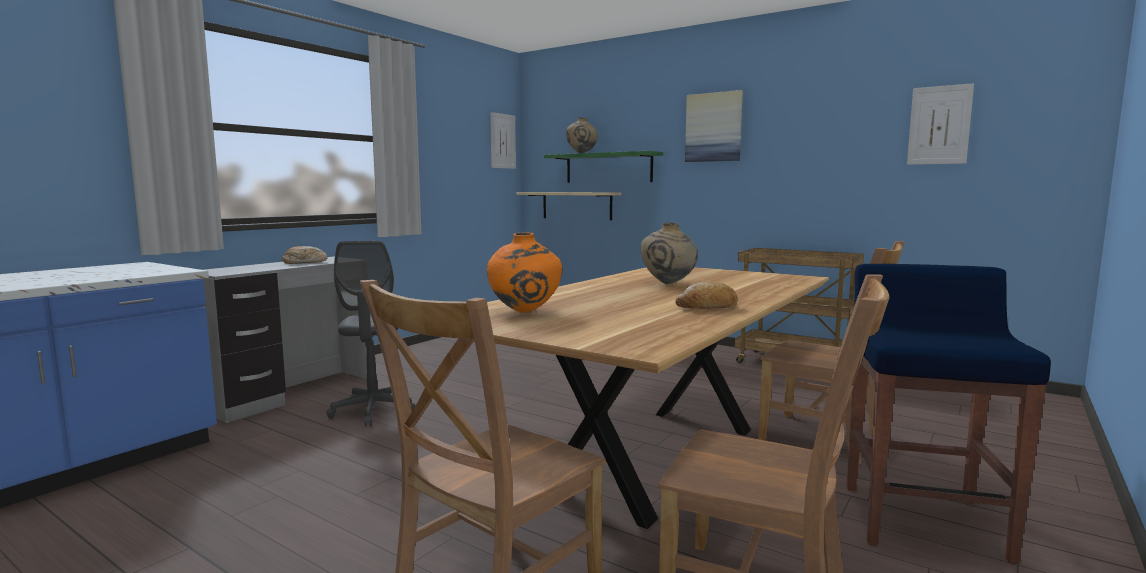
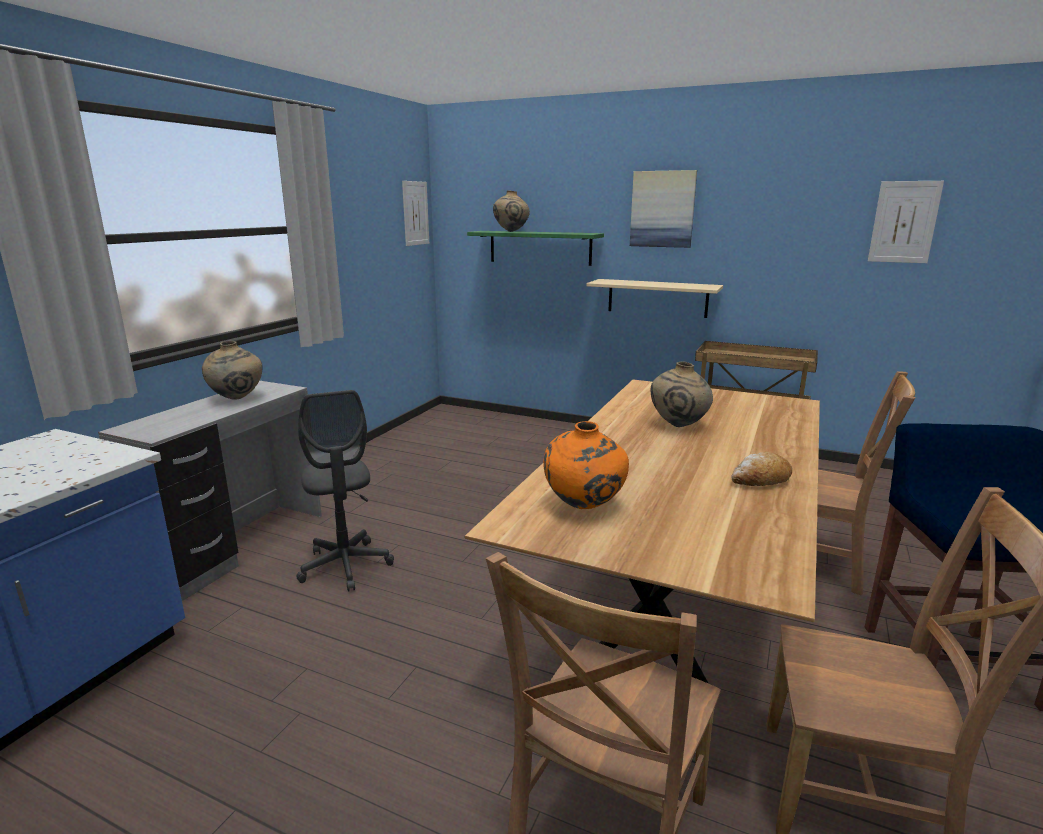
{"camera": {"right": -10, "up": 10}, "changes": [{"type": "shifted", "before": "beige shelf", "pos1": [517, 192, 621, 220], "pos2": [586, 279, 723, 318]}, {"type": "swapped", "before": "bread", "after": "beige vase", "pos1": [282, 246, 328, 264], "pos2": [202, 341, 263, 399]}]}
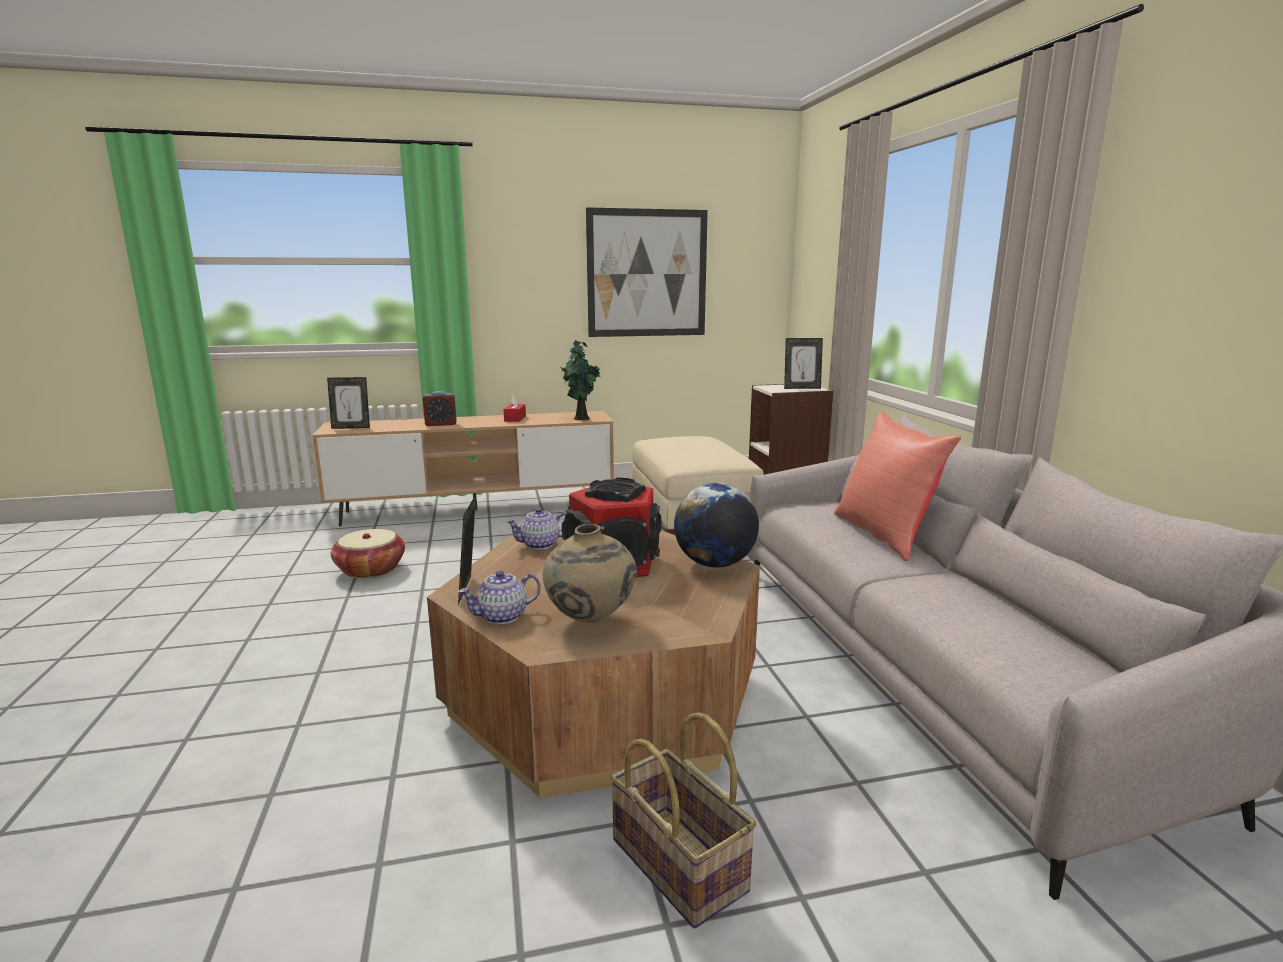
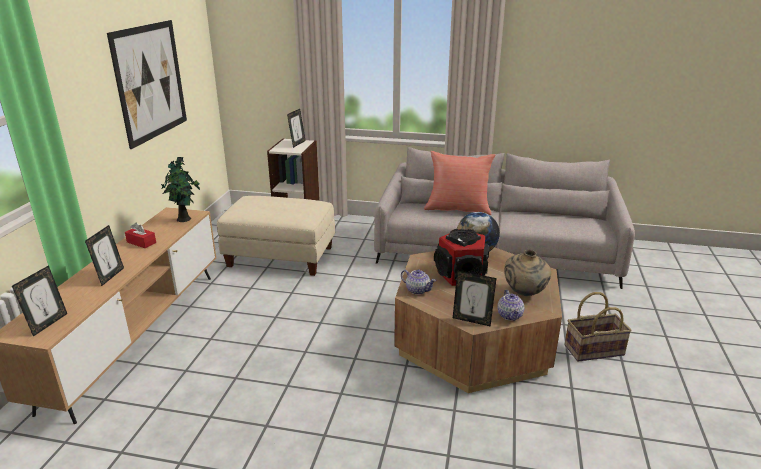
{"camera": {"right": -65, "up": 10}, "changes": [{"type": "swapped", "before": "alarm clock", "after": "picture frame", "pos1": [423, 391, 457, 426], "pos2": [85, 225, 124, 286]}, {"type": "rotated", "before": "teapot", "pos1": [506, 508, 565, 550], "pos2": [401, 269, 436, 295], "turn": -60}, {"type": "gone", "before": "basket", "pos1": [331, 529, 405, 578]}]}
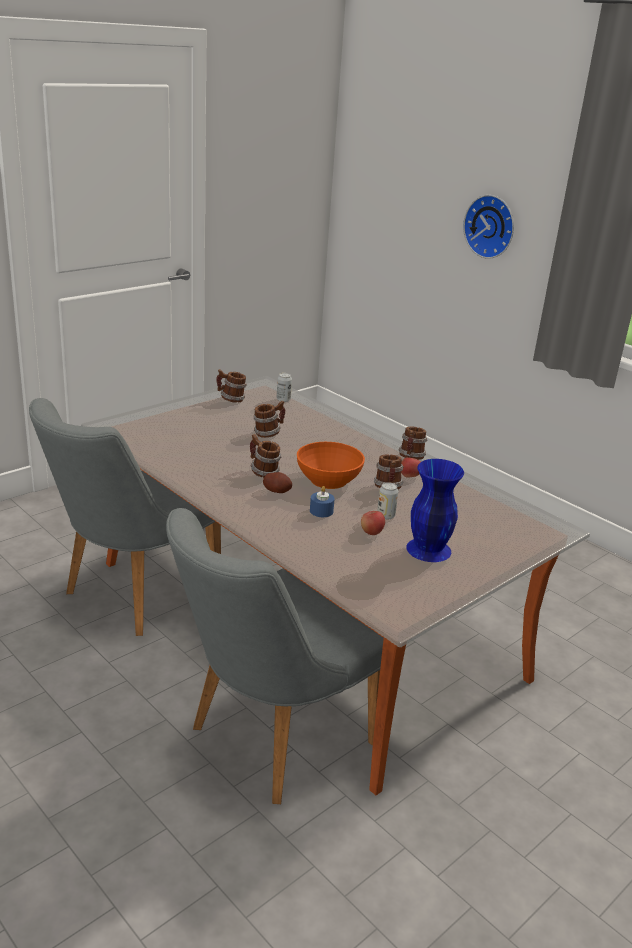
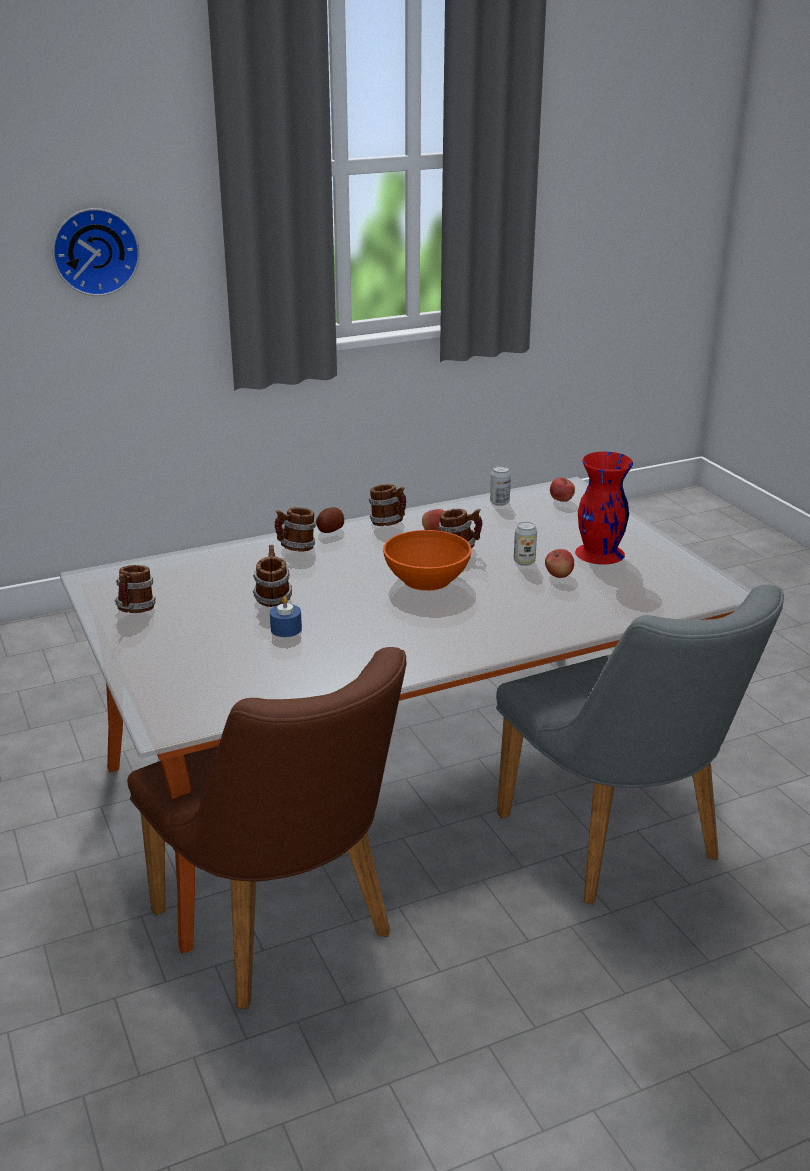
{"camera": {"right": -70, "up": 0}, "changes": [{"type": "shifted", "before": "can", "pos1": [277, 373, 292, 402], "pos2": [490, 466, 511, 506]}, {"type": "repainted", "before": "grey chair", "after": "brown chair", "pos1": [29, 398, 221, 636], "pos2": [127, 647, 406, 1009]}, {"type": "shifted", "before": "mug", "pos1": [250, 434, 281, 478], "pos2": [275, 507, 316, 552]}, {"type": "repainted", "before": "blue vase", "after": "red vase", "pos1": [406, 459, 464, 562], "pos2": [575, 452, 633, 565]}, {"type": "shifted", "before": "potato", "pos1": [263, 472, 292, 493], "pos2": [316, 507, 344, 533]}, {"type": "shifted", "before": "blue candle", "pos1": [310, 486, 335, 517], "pos2": [270, 596, 302, 637]}, {"type": "new", "after": "apple", "pos2": [550, 477, 575, 502]}]}
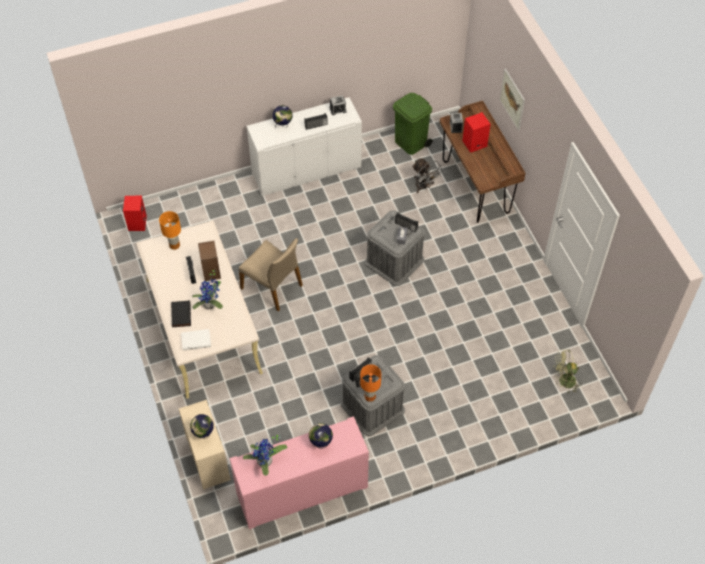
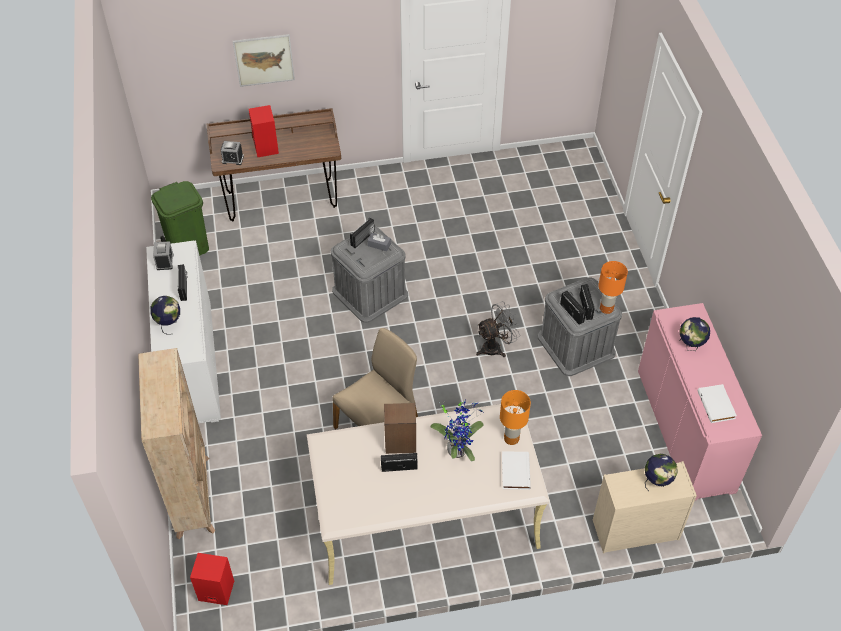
{"camera": {"right": -80, "up": -5}, "changes": [{"type": "shifted", "before": "grey fan", "pos1": [412, 158, 441, 193], "pos2": [476, 301, 520, 357]}, {"type": "shifted", "before": "orange table lamp", "pos1": [159, 211, 181, 250], "pos2": [500, 390, 531, 445]}, {"type": "gone", "before": "black book", "pos1": [171, 300, 191, 327]}, {"type": "gone", "before": "green fan", "pos1": [554, 350, 582, 393]}, {"type": "swapped", "before": "potted plant", "after": "white book", "pos1": [243, 435, 287, 476], "pos2": [697, 384, 737, 423]}, {"type": "new", "after": "beige bookcase", "pos2": [138, 348, 215, 539]}]}
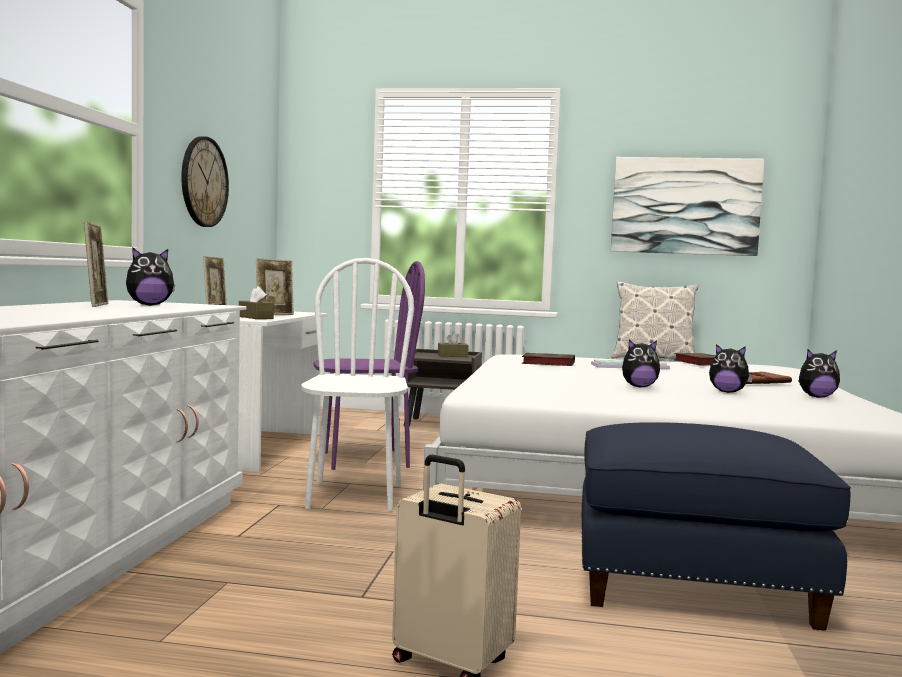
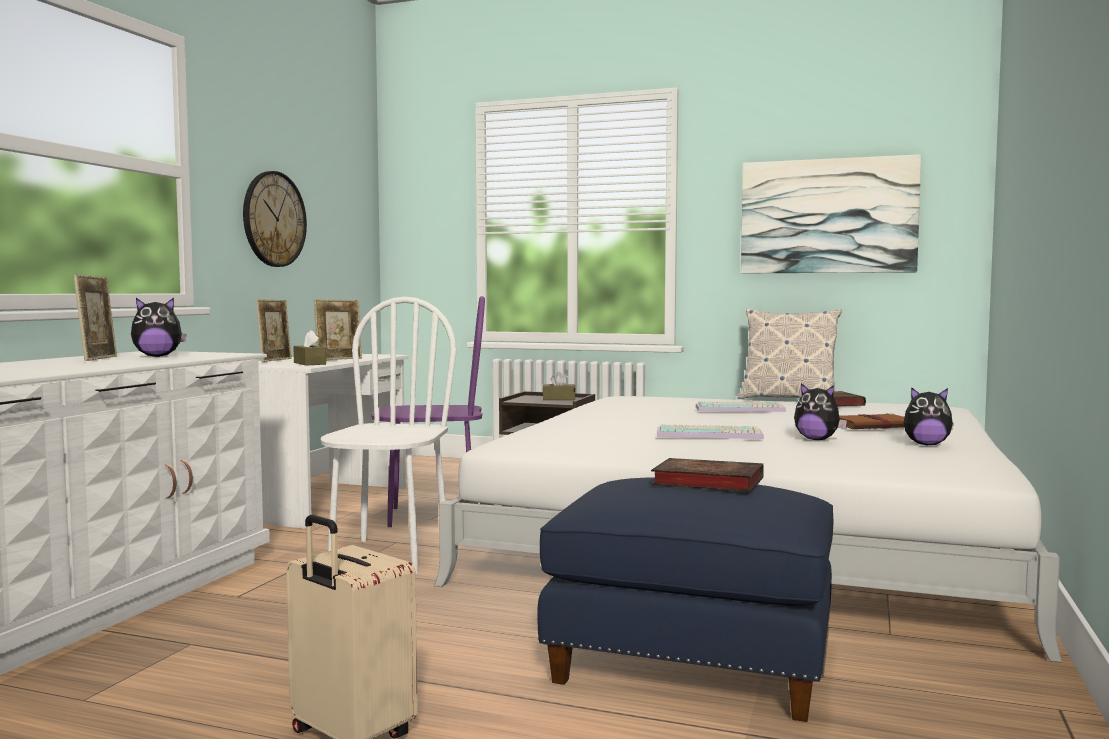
{"camera": {"right": 10, "up": 0}, "changes": [{"type": "swapped", "before": "plush toy", "after": "keyboard", "pos1": [622, 340, 660, 387], "pos2": [657, 424, 764, 439]}, {"type": "shifted", "before": "book", "pos1": [522, 353, 575, 366], "pos2": [651, 458, 764, 492]}]}
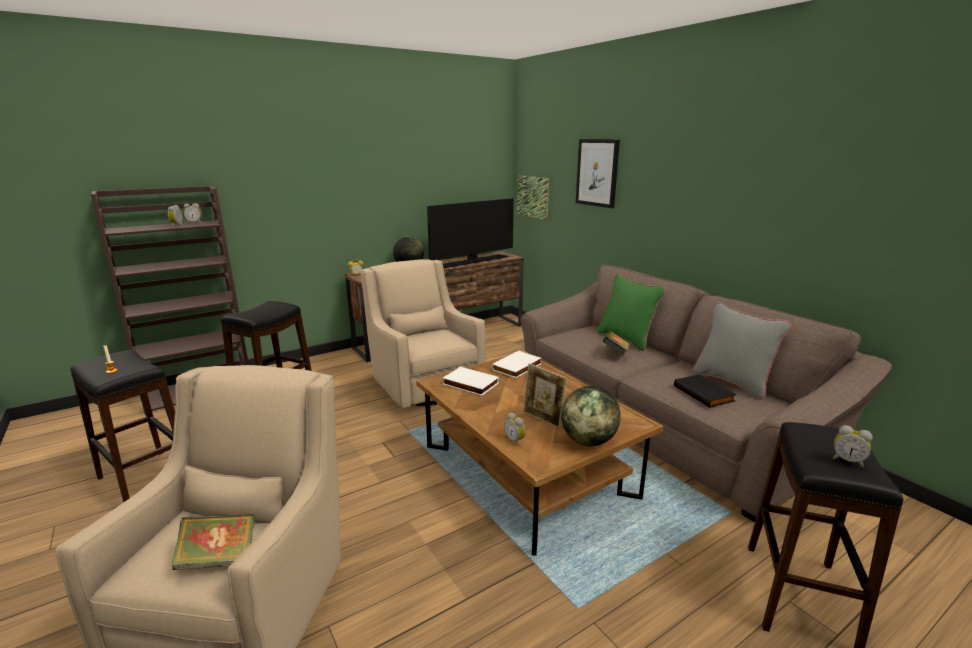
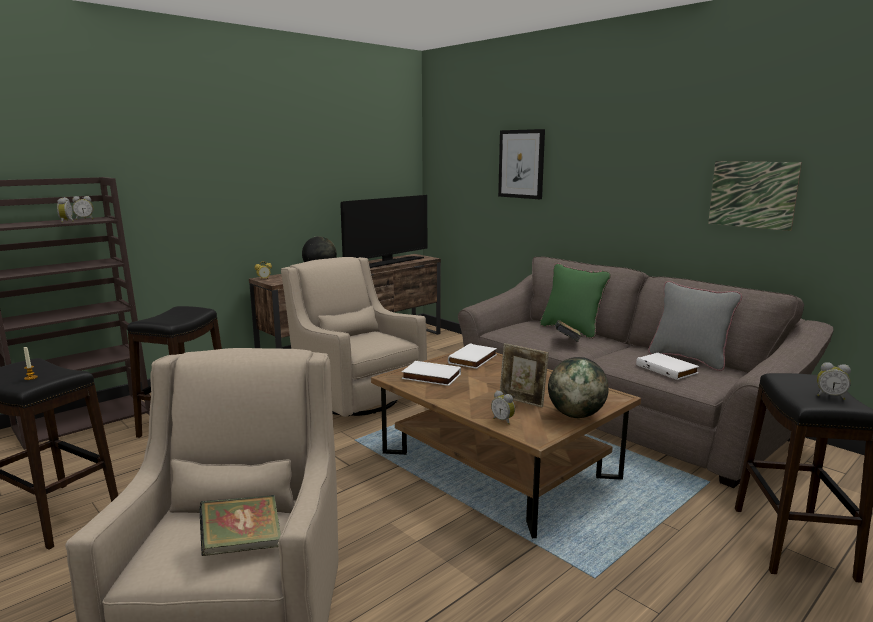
{"camera": {"right": -10, "up": -5}, "changes": [{"type": "shifted", "before": "picture", "pos1": [517, 175, 549, 220], "pos2": [708, 161, 802, 231]}, {"type": "repainted", "before": "black book", "after": "white book", "pos1": [674, 374, 737, 408], "pos2": [636, 353, 700, 380]}]}
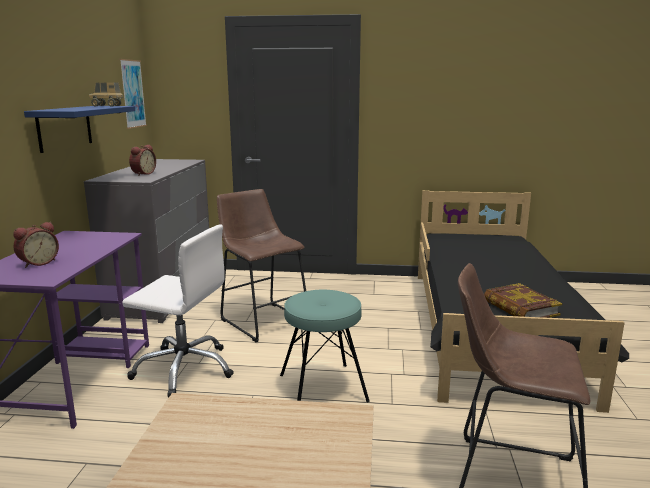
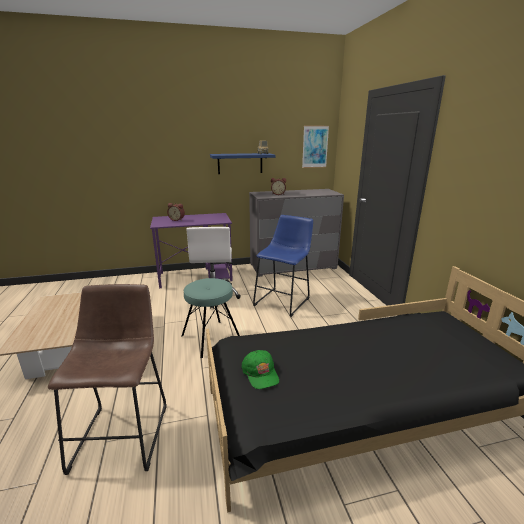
{"camera": {"right": 70, "up": 5}, "changes": [{"type": "repainted", "before": "brown stool", "after": "blue stool", "pos1": [217, 189, 306, 342], "pos2": [253, 215, 313, 317]}, {"type": "swapped", "before": "book", "after": "green cap", "pos1": [484, 283, 563, 318], "pos2": [241, 350, 279, 389]}]}
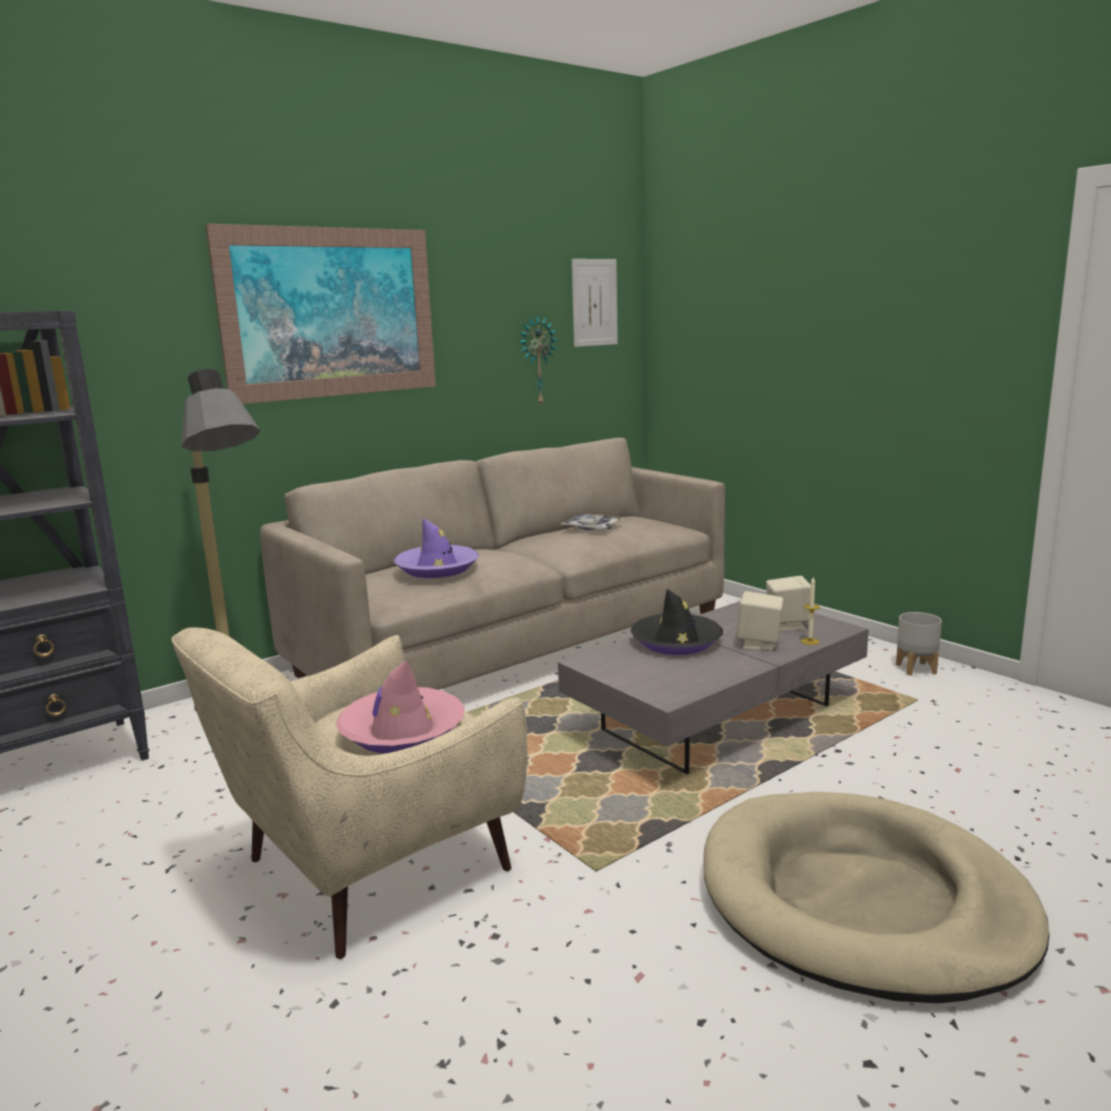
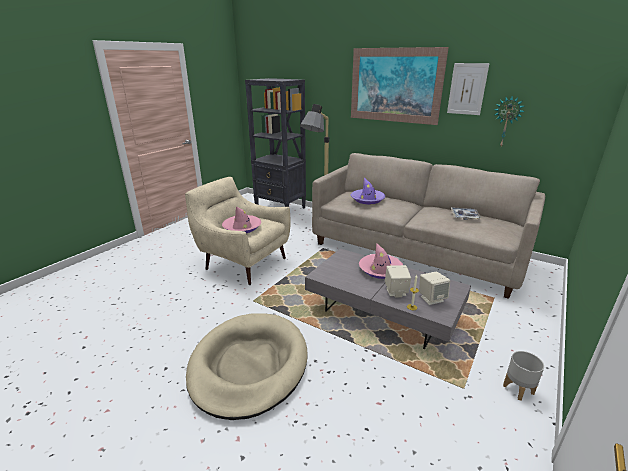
{"camera": {"right": 70, "up": 10}, "changes": [{"type": "shifted", "before": "picture", "pos1": [572, 259, 618, 347], "pos2": [447, 63, 489, 115]}, {"type": "repainted", "before": "black hat", "after": "pink hat", "pos1": [630, 589, 723, 655], "pos2": [359, 243, 403, 279]}]}
